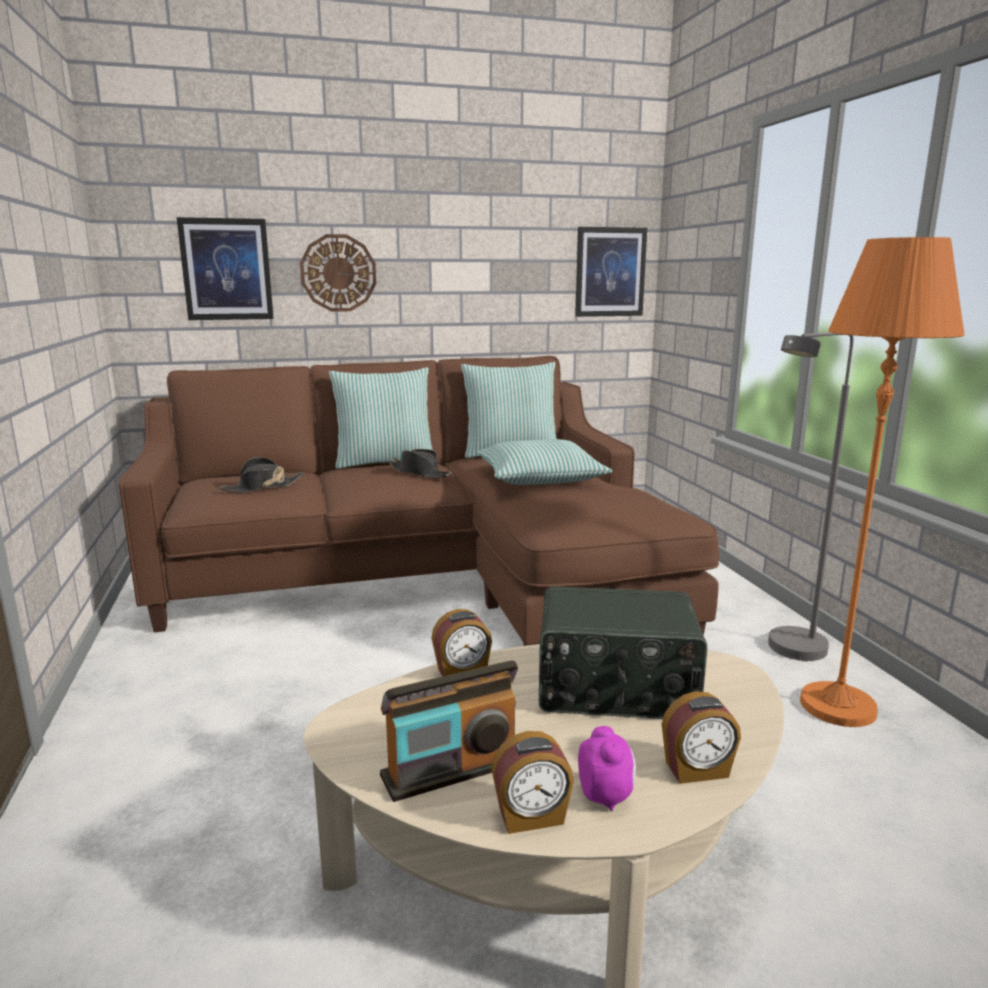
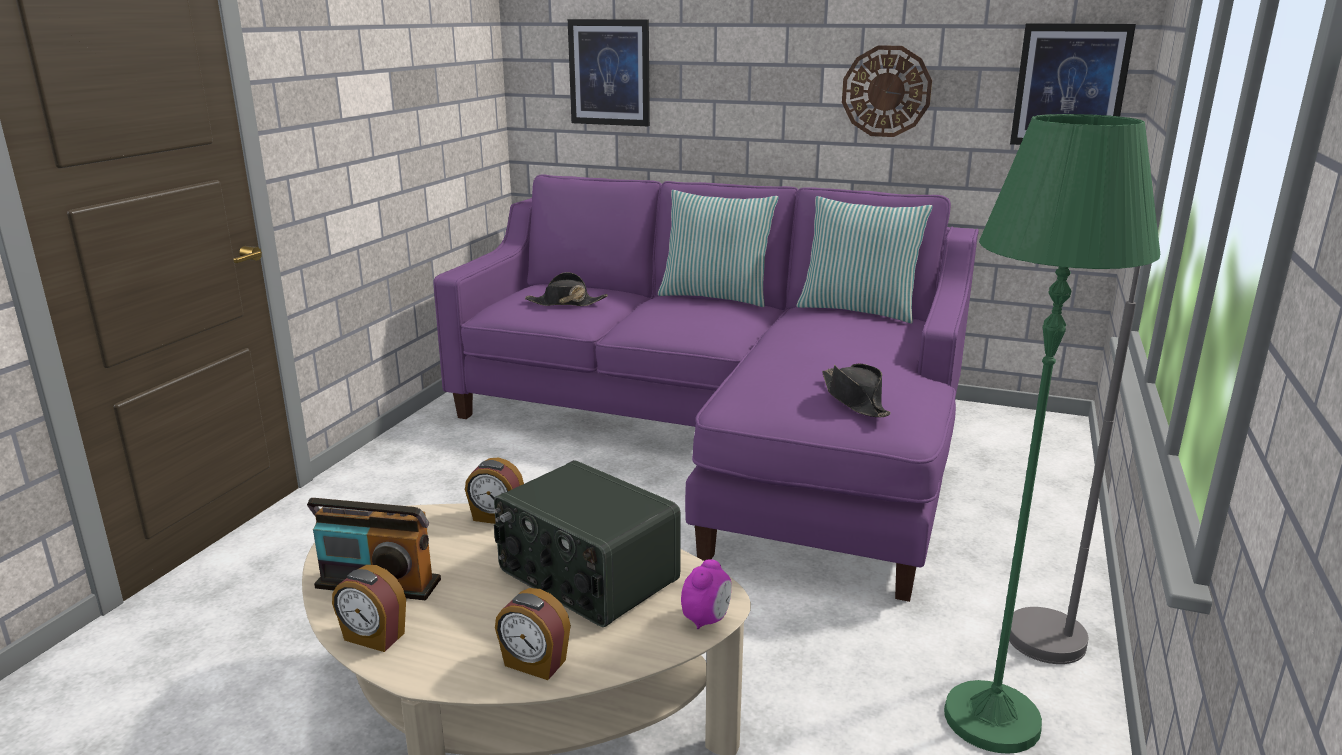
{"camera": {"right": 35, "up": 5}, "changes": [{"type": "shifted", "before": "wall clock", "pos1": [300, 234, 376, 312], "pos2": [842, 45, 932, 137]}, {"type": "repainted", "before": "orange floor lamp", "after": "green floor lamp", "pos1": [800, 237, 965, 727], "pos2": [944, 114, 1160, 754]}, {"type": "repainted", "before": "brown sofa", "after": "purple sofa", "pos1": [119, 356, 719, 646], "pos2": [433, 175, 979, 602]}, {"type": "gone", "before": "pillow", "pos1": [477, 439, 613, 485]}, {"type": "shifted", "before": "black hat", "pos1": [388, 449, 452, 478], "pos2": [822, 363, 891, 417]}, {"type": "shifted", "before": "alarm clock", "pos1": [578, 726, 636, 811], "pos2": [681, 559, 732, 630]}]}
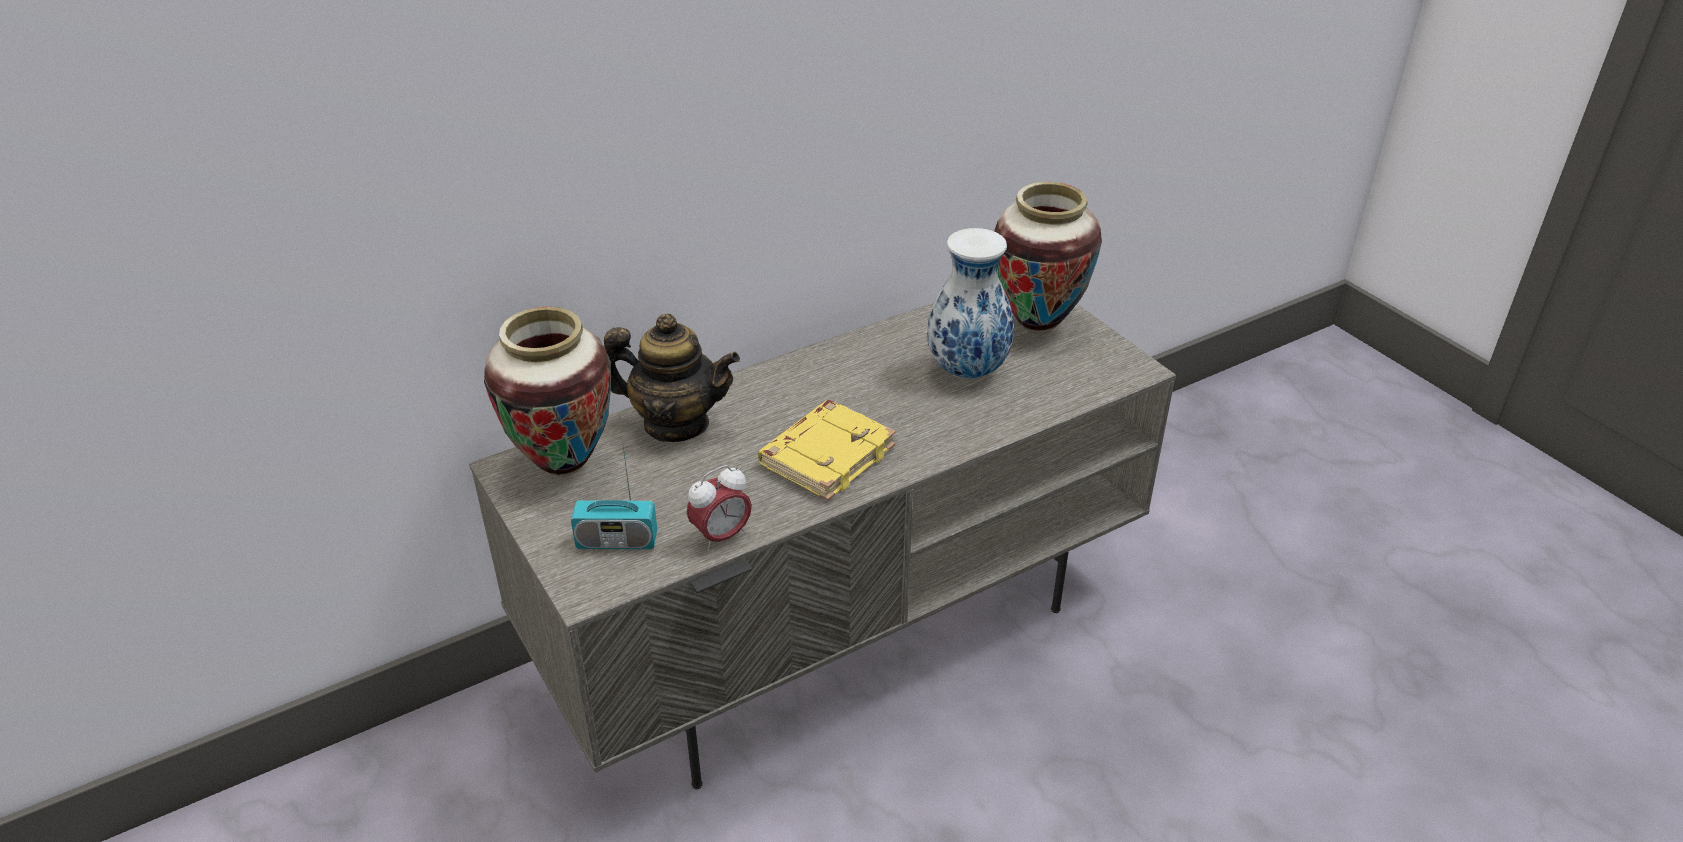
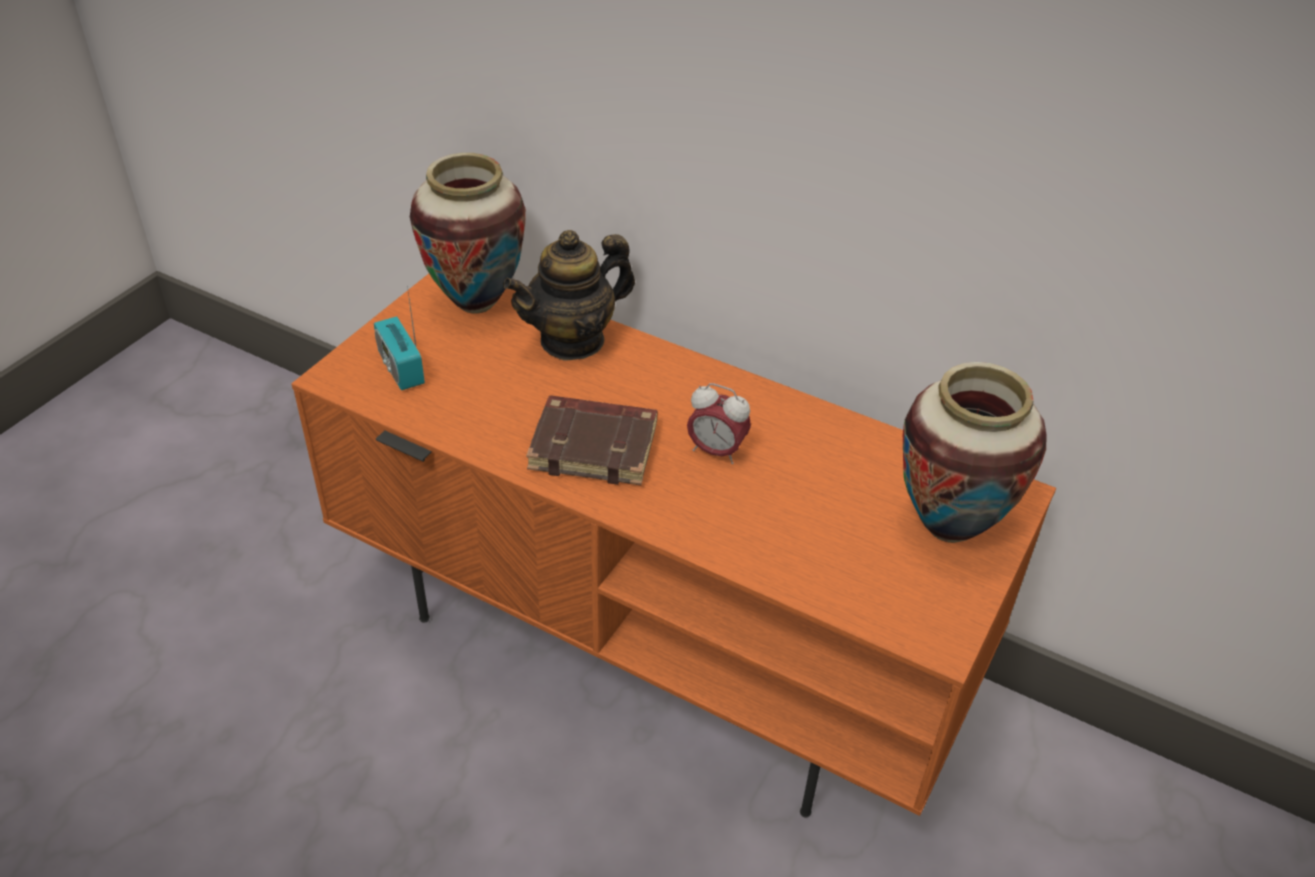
{"camera": {"right": 60, "up": 5}, "changes": [{"type": "gone", "before": "vase", "pos1": [927, 228, 1014, 379]}, {"type": "repainted", "before": "grey tv stand", "after": "orange tv stand", "pos1": [469, 303, 1176, 789], "pos2": [291, 274, 1056, 817]}, {"type": "rotated", "before": "teapot", "pos1": [604, 313, 740, 442], "pos2": [503, 230, 635, 361], "turn": 75}, {"type": "repainted", "before": "yellow book", "after": "brown book", "pos1": [758, 400, 896, 501], "pos2": [526, 395, 658, 485]}, {"type": "shifted", "before": "alarm clock", "pos1": [687, 465, 752, 551], "pos2": [687, 383, 751, 464]}]}
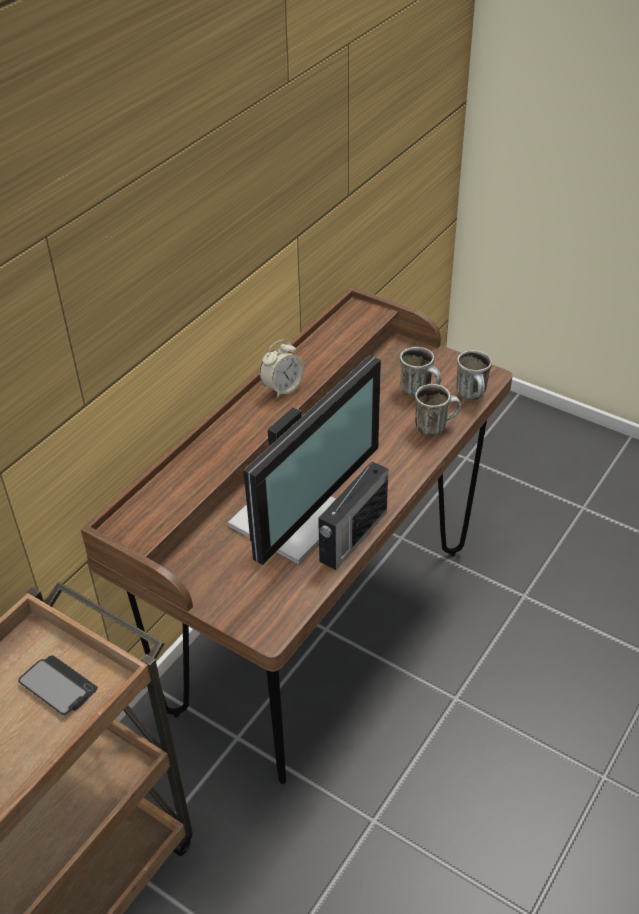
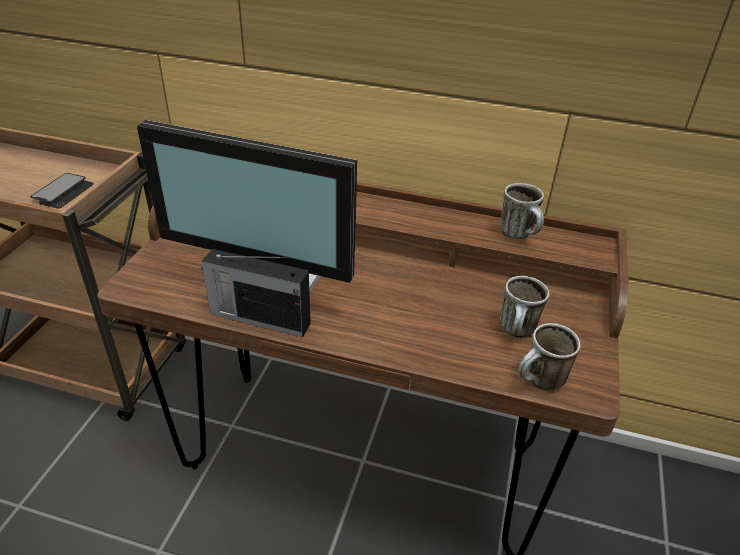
{"camera": {"right": 70, "up": -5}, "changes": [{"type": "gone", "before": "alarm clock", "pos1": [260, 339, 304, 398]}, {"type": "shifted", "before": "mug", "pos1": [415, 384, 461, 436], "pos2": [500, 183, 544, 239]}]}
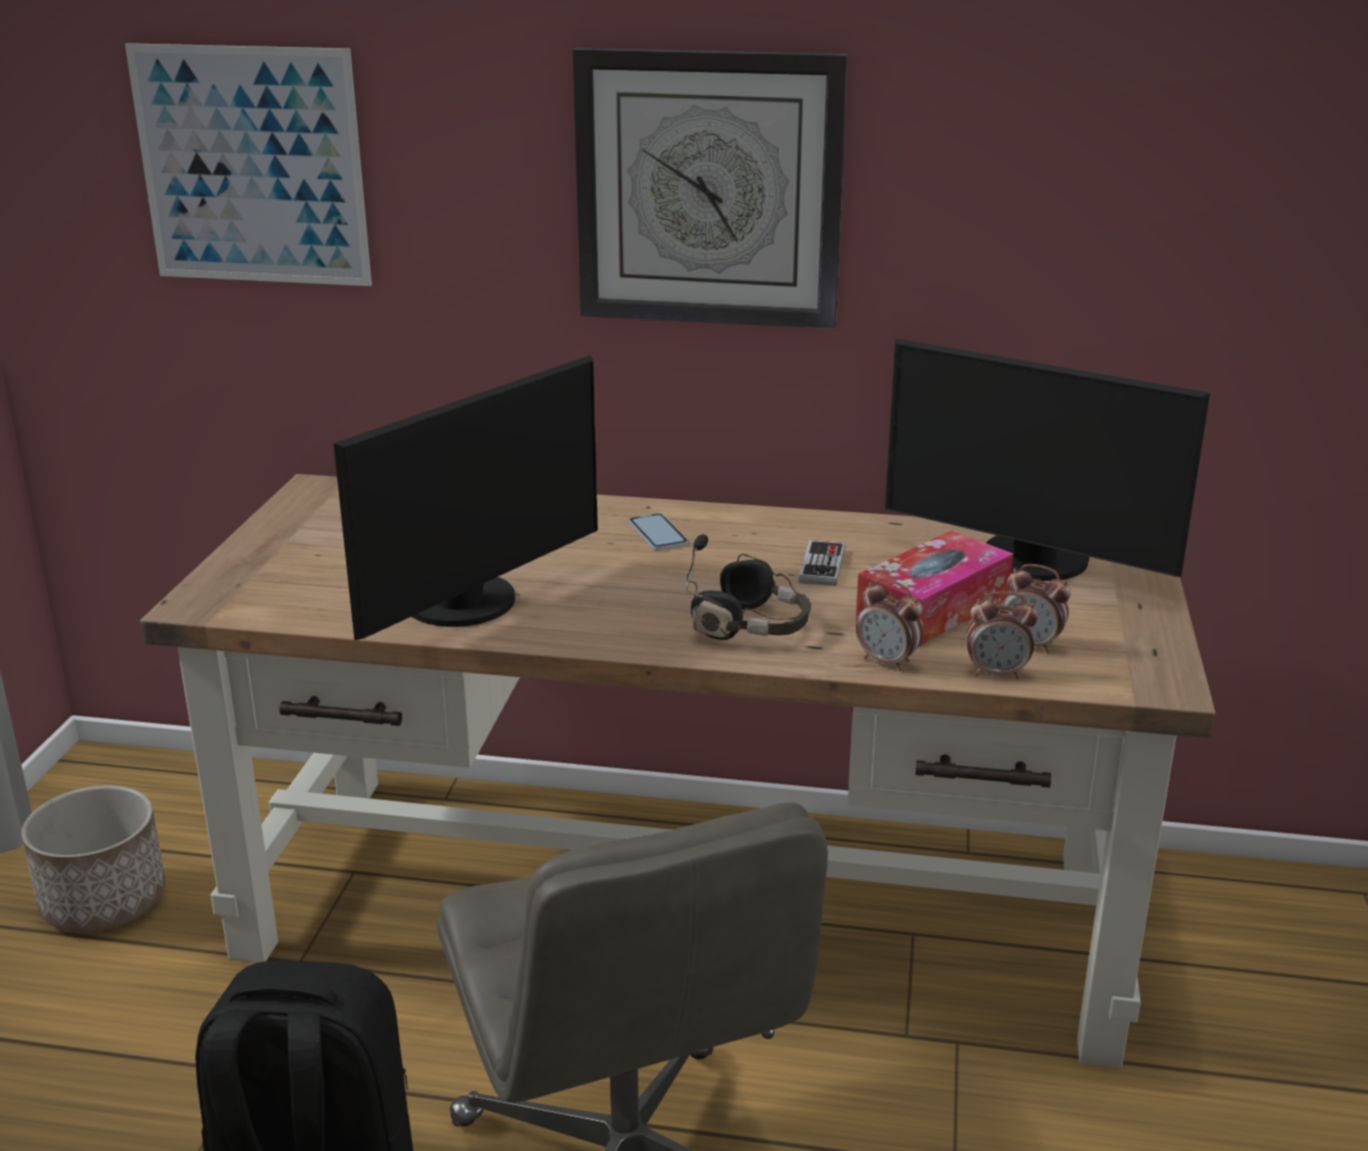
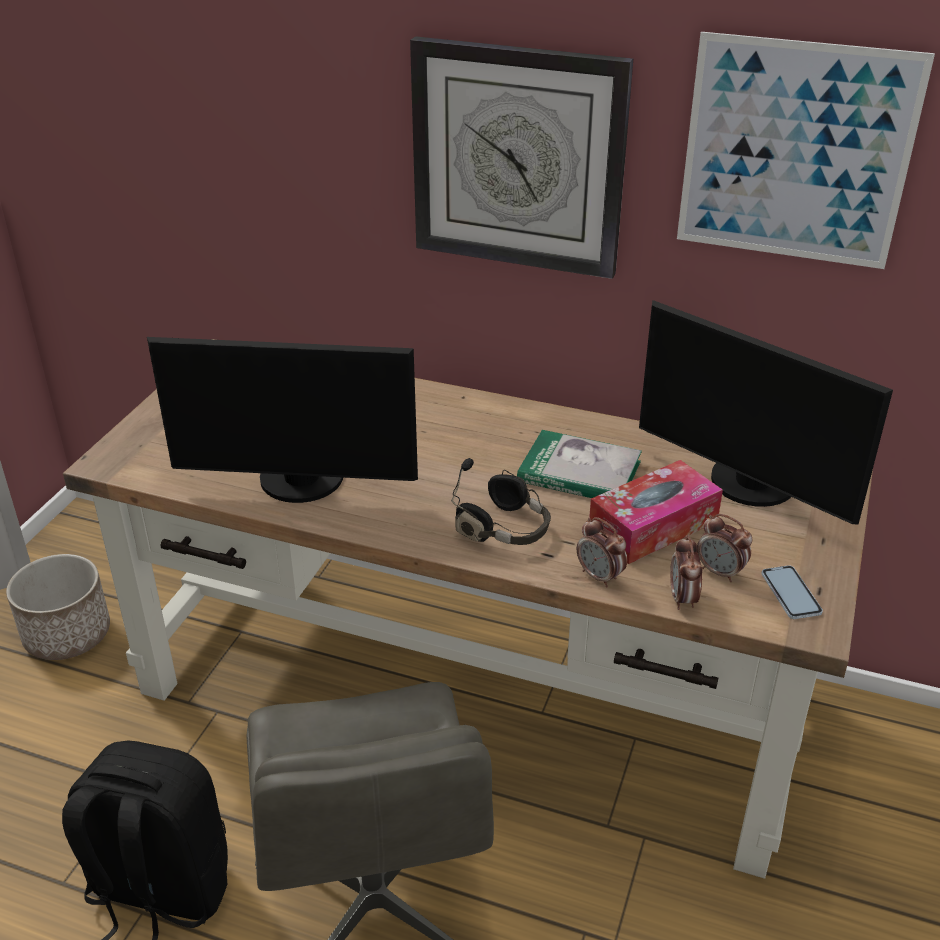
{"camera": {"right": 10, "up": 10}, "changes": [{"type": "shifted", "before": "picture", "pos1": [125, 43, 372, 286], "pos2": [677, 32, 935, 269]}, {"type": "rotated", "before": "monitor", "pos1": [333, 355, 598, 640], "pos2": [147, 337, 418, 503], "turn": 45}, {"type": "shifted", "before": "phone", "pos1": [629, 513, 688, 550], "pos2": [761, 565, 823, 619]}, {"type": "swapped", "before": "game controller", "after": "book", "pos1": [798, 540, 845, 586], "pos2": [517, 430, 642, 498]}, {"type": "rotated", "before": "alarm clock", "pos1": [966, 591, 1038, 679], "pos2": [670, 535, 702, 610], "turn": 75}]}
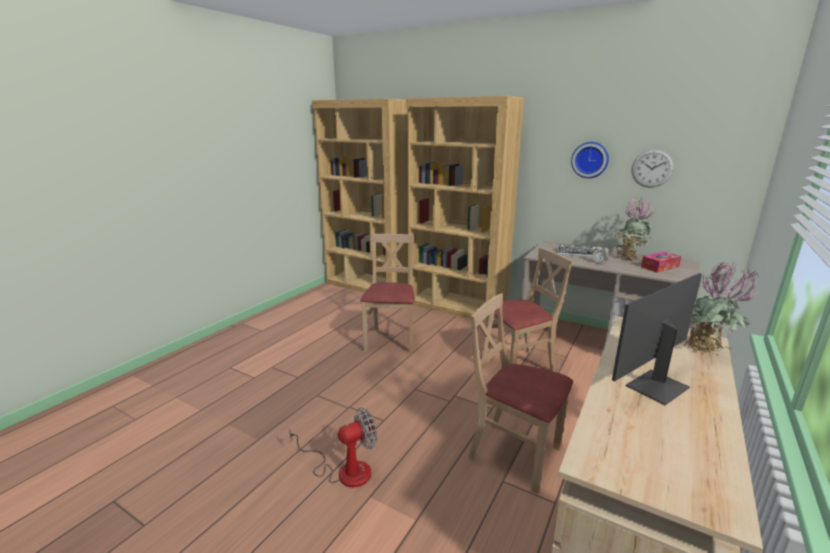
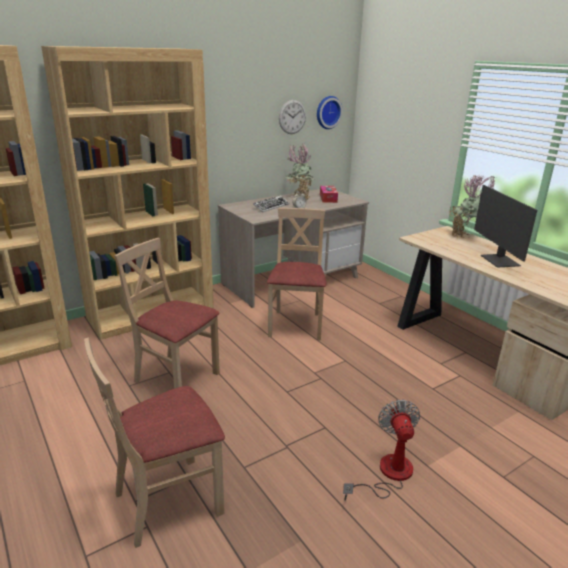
{"camera": {"right": -65, "up": 5}, "changes": [{"type": "shifted", "before": "wall clock", "pos1": [571, 142, 609, 178], "pos2": [317, 96, 343, 129]}, {"type": "shifted", "before": "beige chair", "pos1": [468, 293, 573, 494], "pos2": [84, 338, 225, 548]}]}
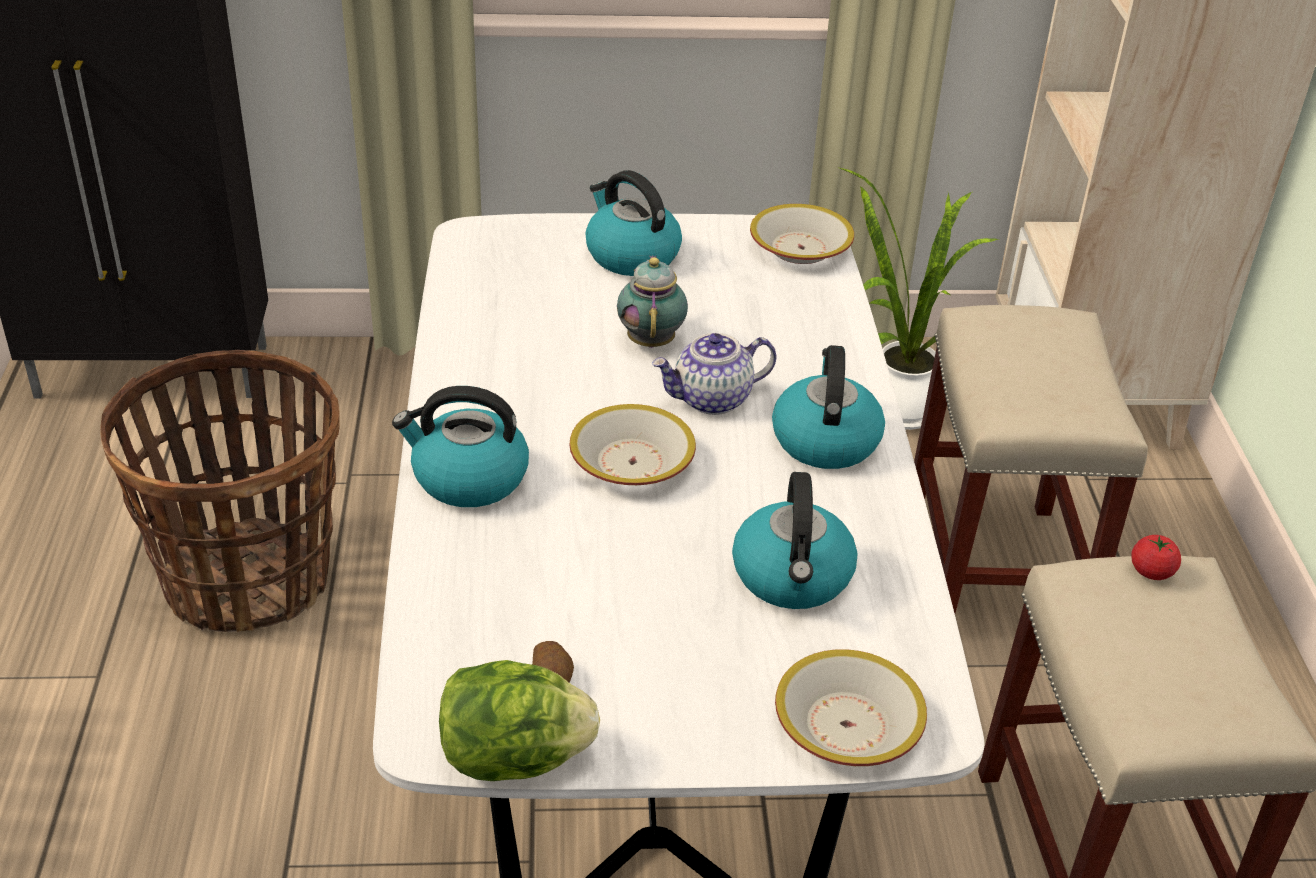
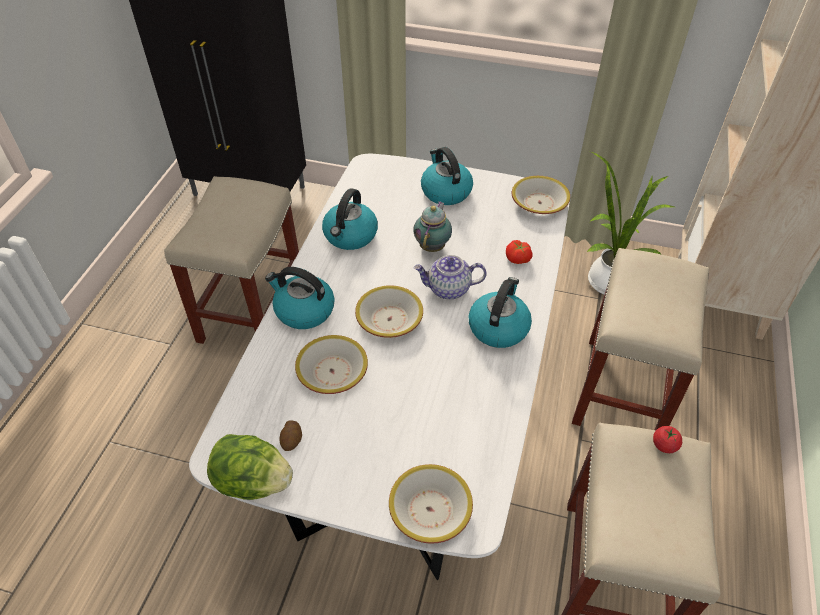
{"camera": {"right": 20, "up": 10}, "changes": [{"type": "swapped", "before": "basket", "after": "beige stool", "pos1": [100, 350, 340, 632], "pos2": [164, 176, 299, 344]}, {"type": "shifted", "before": "kettle", "pos1": [732, 472, 857, 609], "pos2": [322, 188, 378, 250]}, {"type": "new", "after": "tomato", "pos2": [506, 240, 533, 264]}, {"type": "new", "after": "bowl", "pos2": [295, 335, 368, 394]}]}
